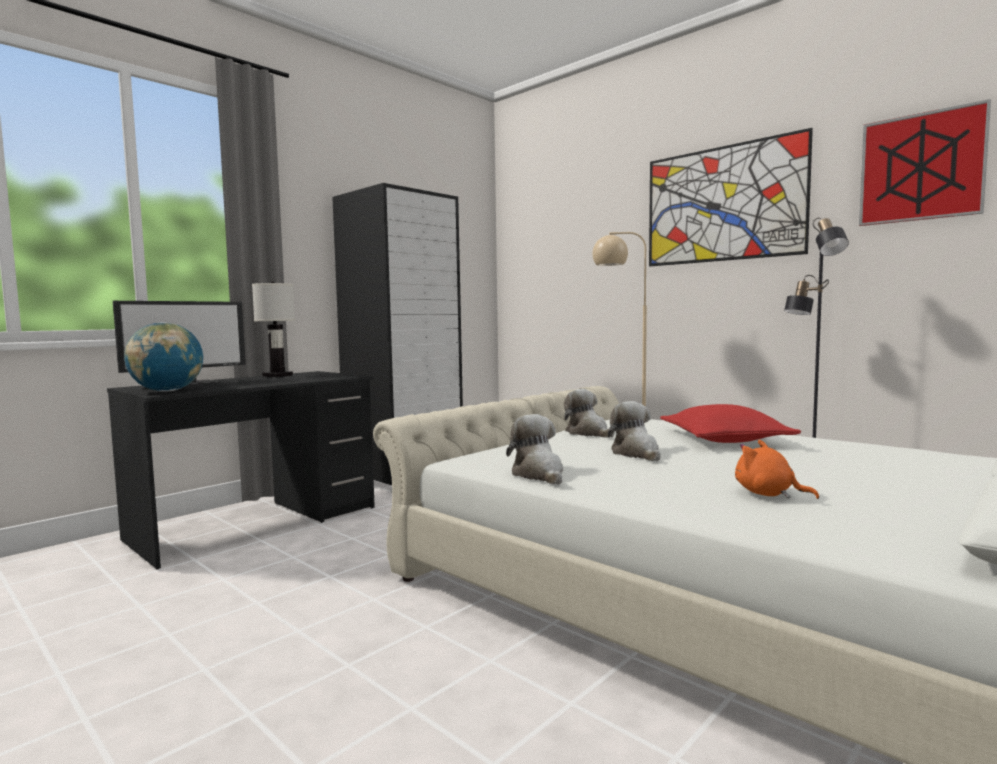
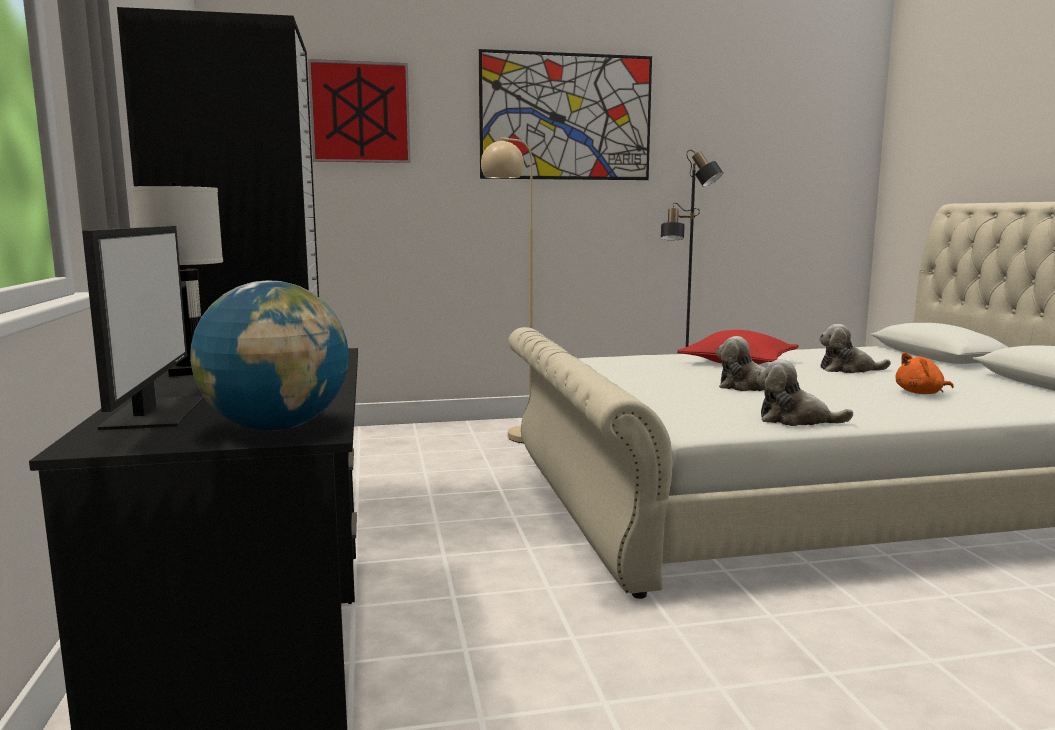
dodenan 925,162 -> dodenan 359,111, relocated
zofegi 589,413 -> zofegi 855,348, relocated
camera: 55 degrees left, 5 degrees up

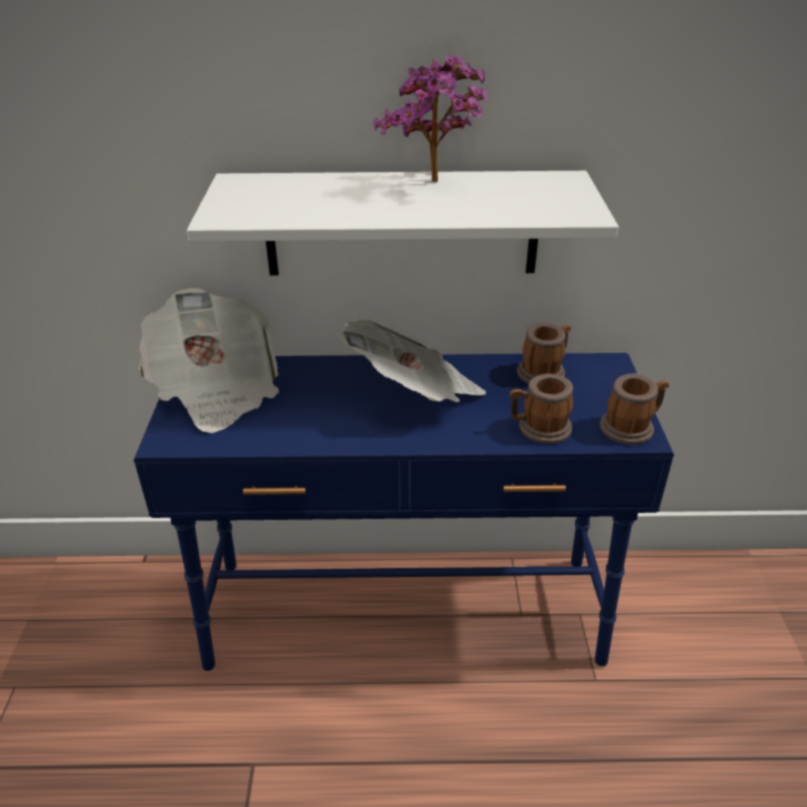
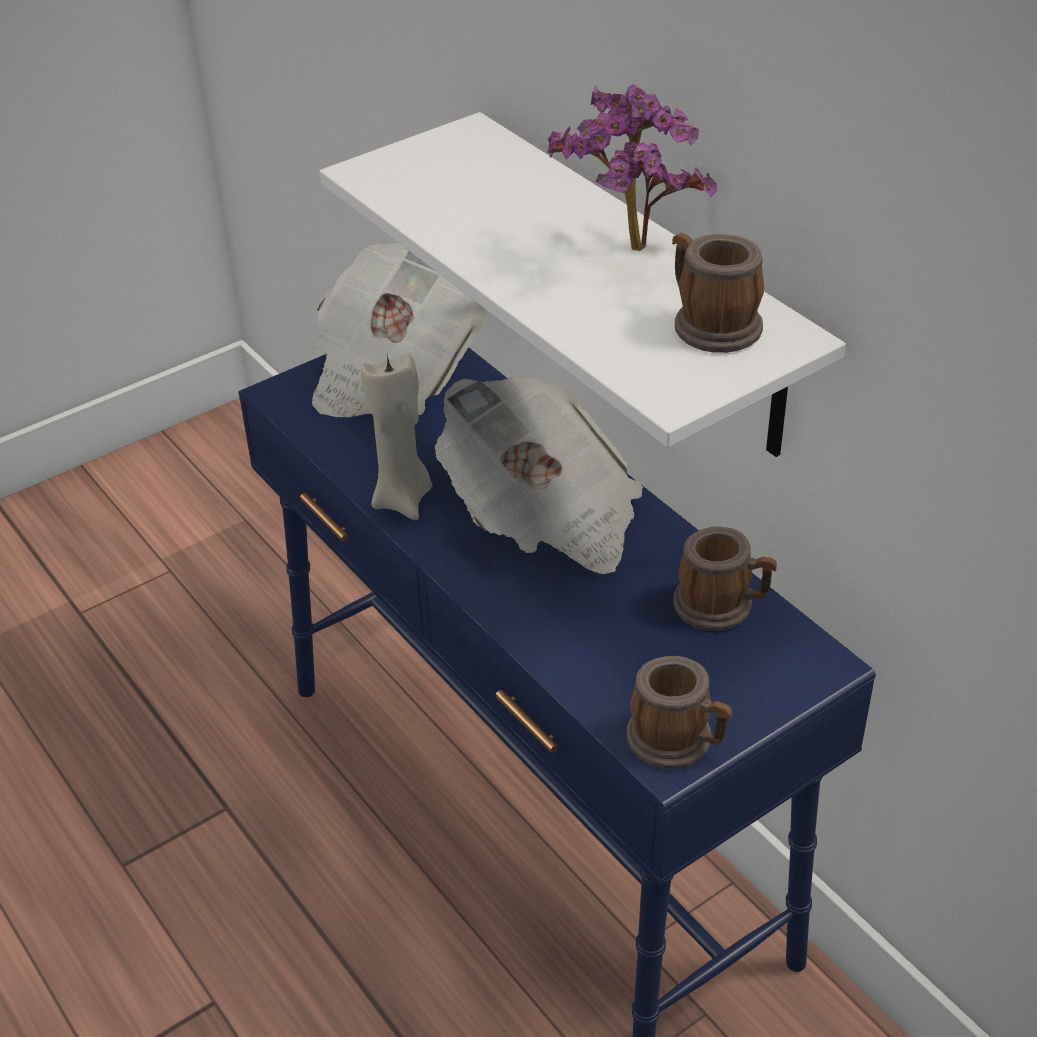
none -> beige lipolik 396,436
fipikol 541,409 -> fipikol 718,293, relocated
camera: 55 degrees right, 5 degrees up

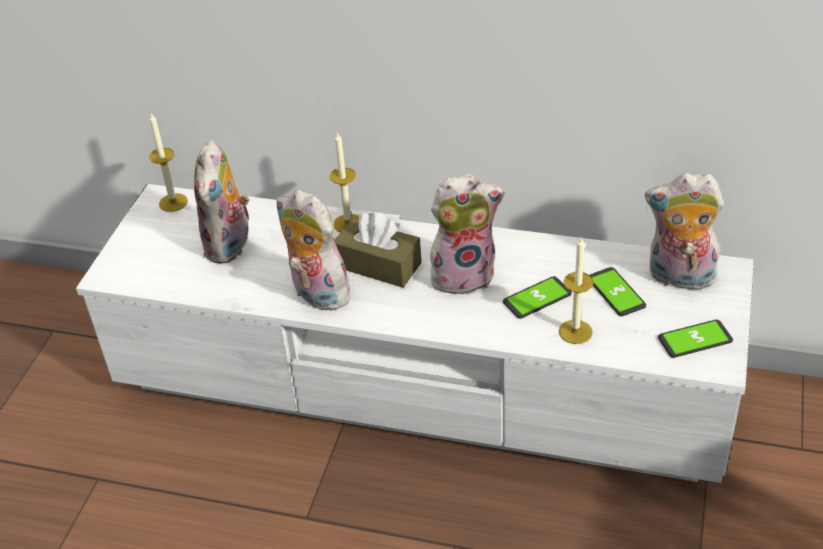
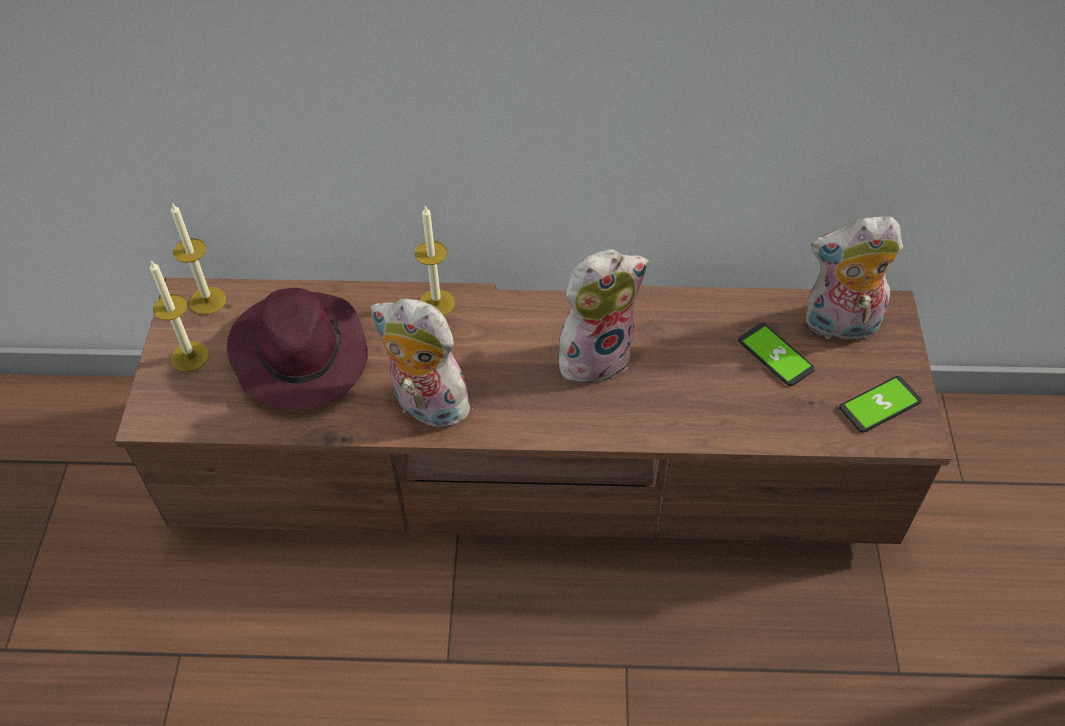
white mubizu 415,333 -> brown mubizu 533,411
lipolik 576,290 -> lipolik 179,316, relocated
zofegi 222,202 -> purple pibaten 297,348
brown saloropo 378,250 -> none
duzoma 537,297 -> none
camera: 15 degrees left, 10 degrees up

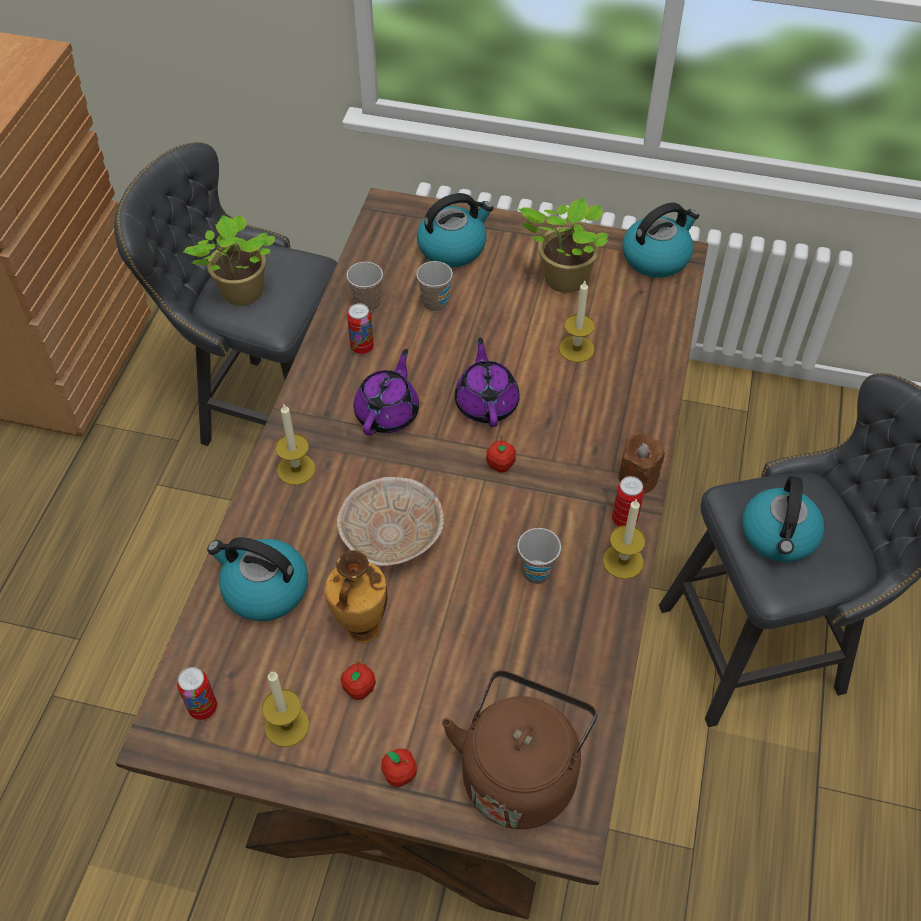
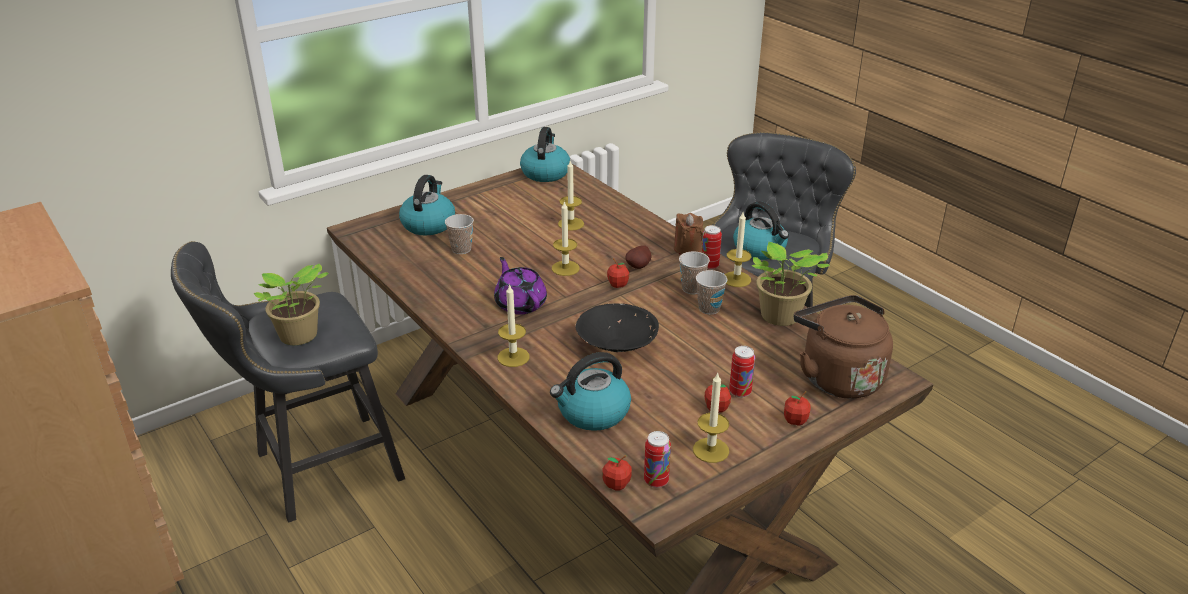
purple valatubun 487,382 -> lipolik 566,238
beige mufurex 390,521 -> black mufurex 617,327
none -> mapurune 617,473
none -> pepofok 638,257
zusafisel 365,287 -> zusafisel 694,272, relocated
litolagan 360,329 -> litolagan 742,372, relocated
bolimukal 564,245 -> bolimukal 791,284, relocated
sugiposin 356,596 -> none
camera: 50 degrees left, 20 degrees down

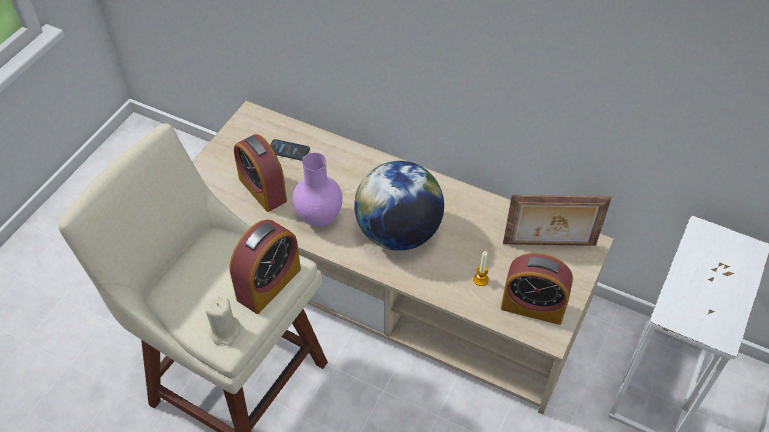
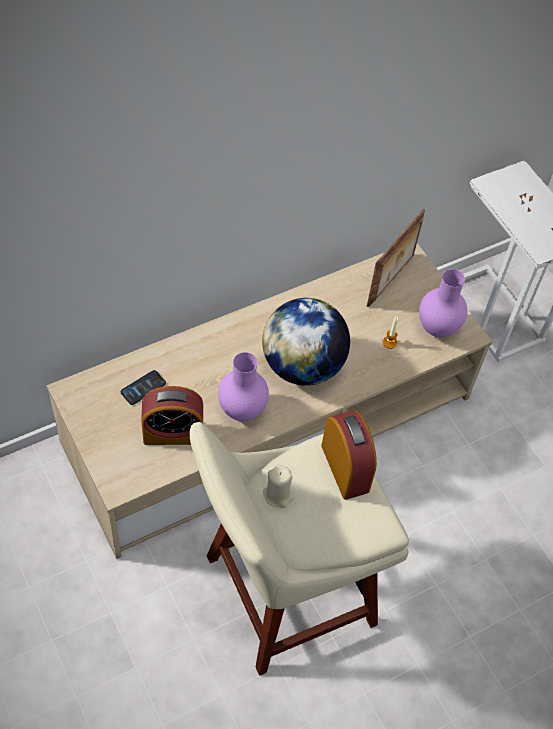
beige lipolik 222,321 -> beige lipolik 278,486, relocated
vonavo 537,289 -> purple sugiposin 443,303
camera: 60 degrees left, 5 degrees up

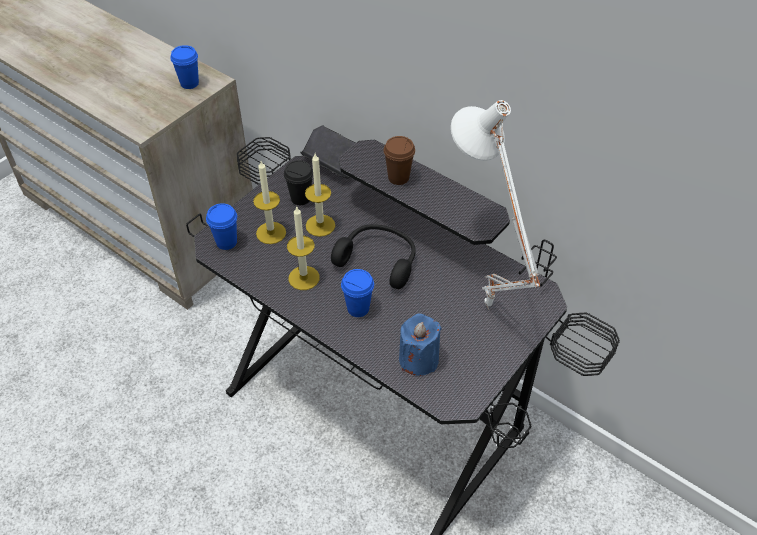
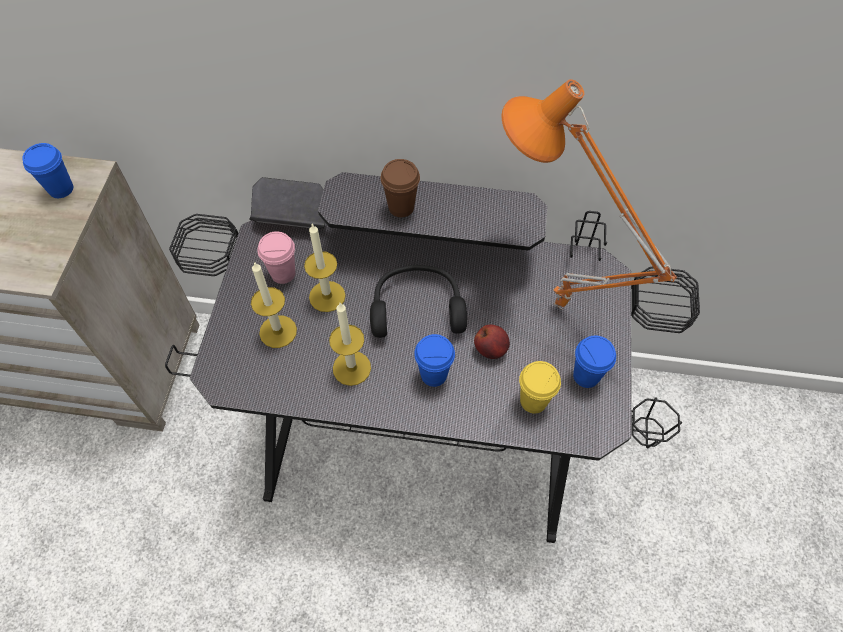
black zusafisel 298,182 -> pink zusafisel 276,257
none -> mapurune 492,341
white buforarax 495,205 -> orange buforarax 589,194
blue lipolik 420,345 -> yellow zusafisel 540,387
blue zusafisel 221,226 -> blue zusafisel 594,362, relocated
camera: 30 degrees left, 10 degrees up

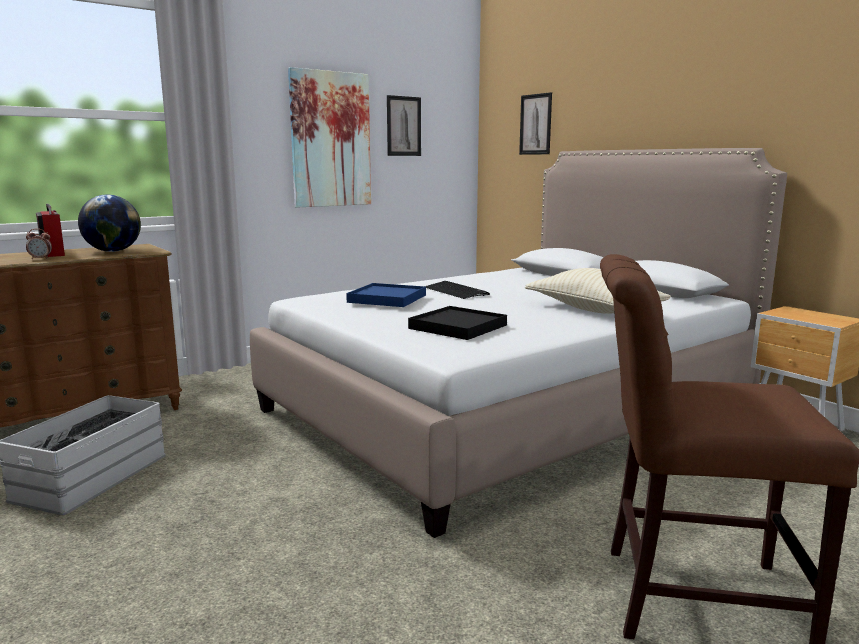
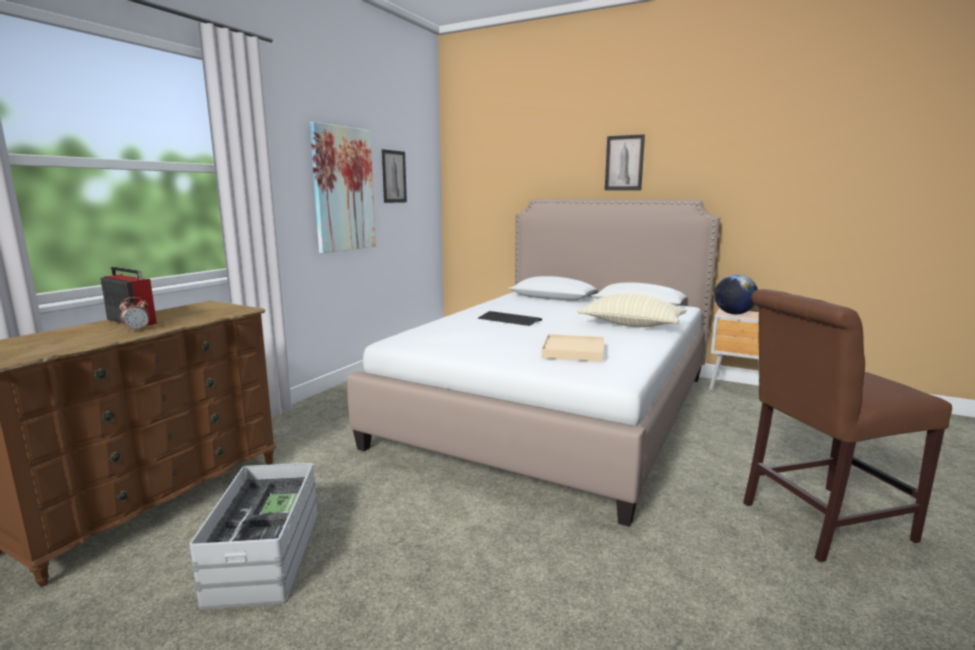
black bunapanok 457,323 -> beige bunapanok 572,348
dodenan 535,123 -> dodenan 625,162, relocated
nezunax 109,223 -> nezunax 736,294, relocated
blue bunapanok 386,295 -> none
camera: 25 degrees left, 0 degrees up

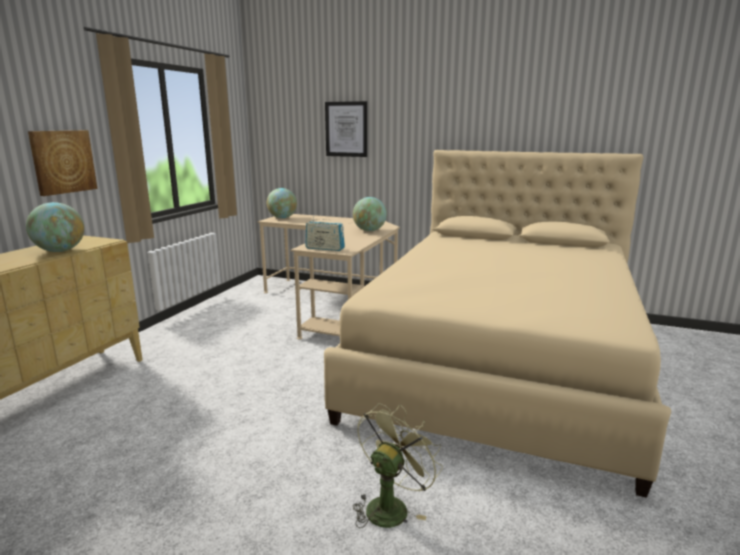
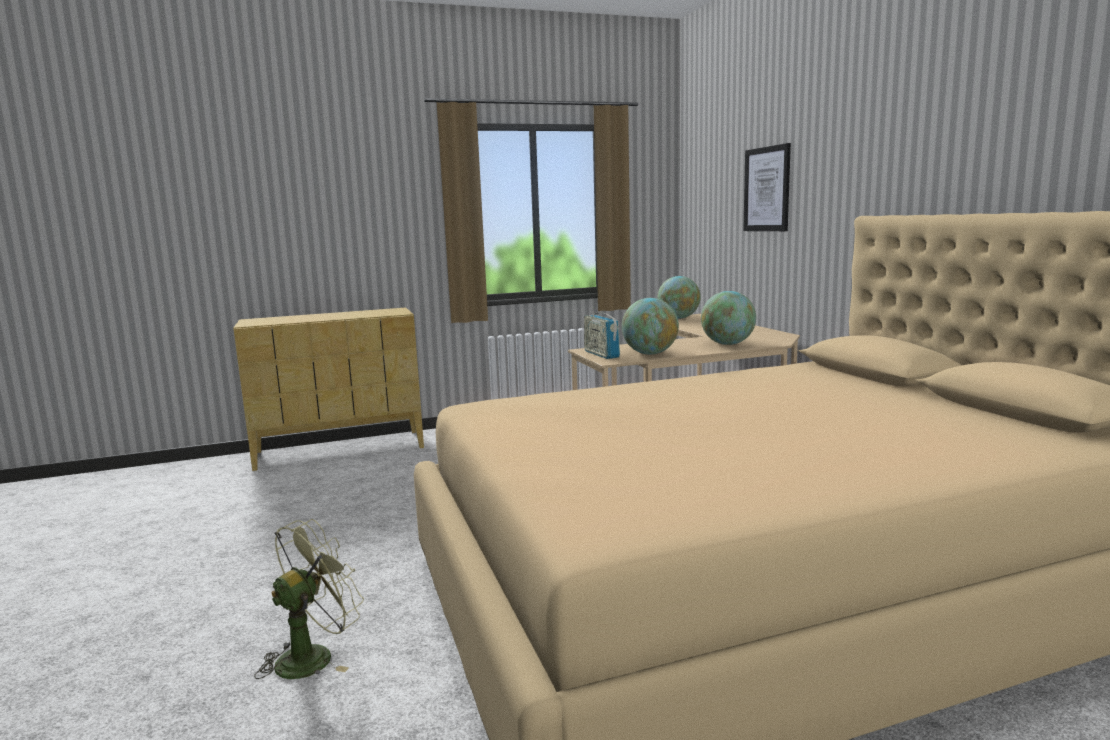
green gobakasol 398,465 -> green gobakasol 309,599, 45 degrees counterclockwise
nezunax 55,227 -> nezunax 650,326, relocated
dodenan 62,163 -> none
camera: 50 degrees right, 5 degrees down

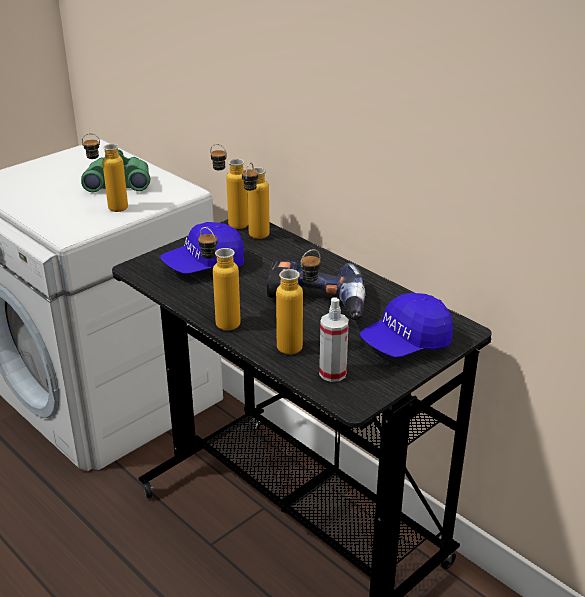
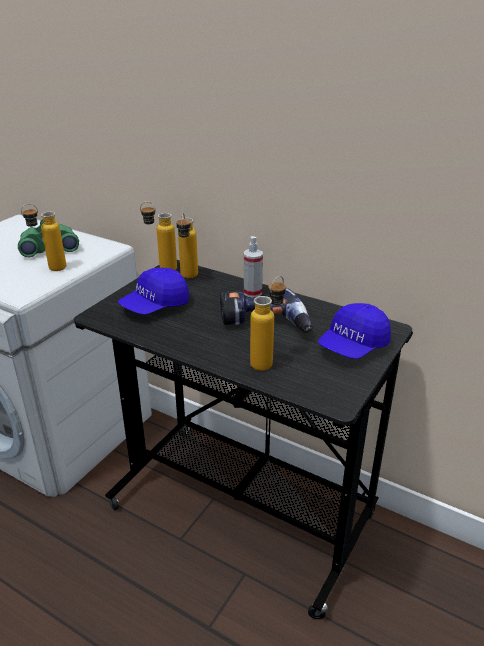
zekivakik 334,340 -> zekivakik 253,267, relocated
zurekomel 219,278 -> none
camera: 15 degrees left, 0 degrees up

